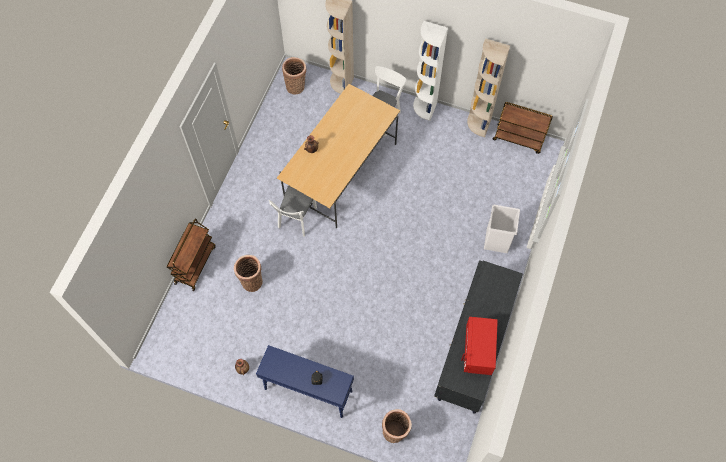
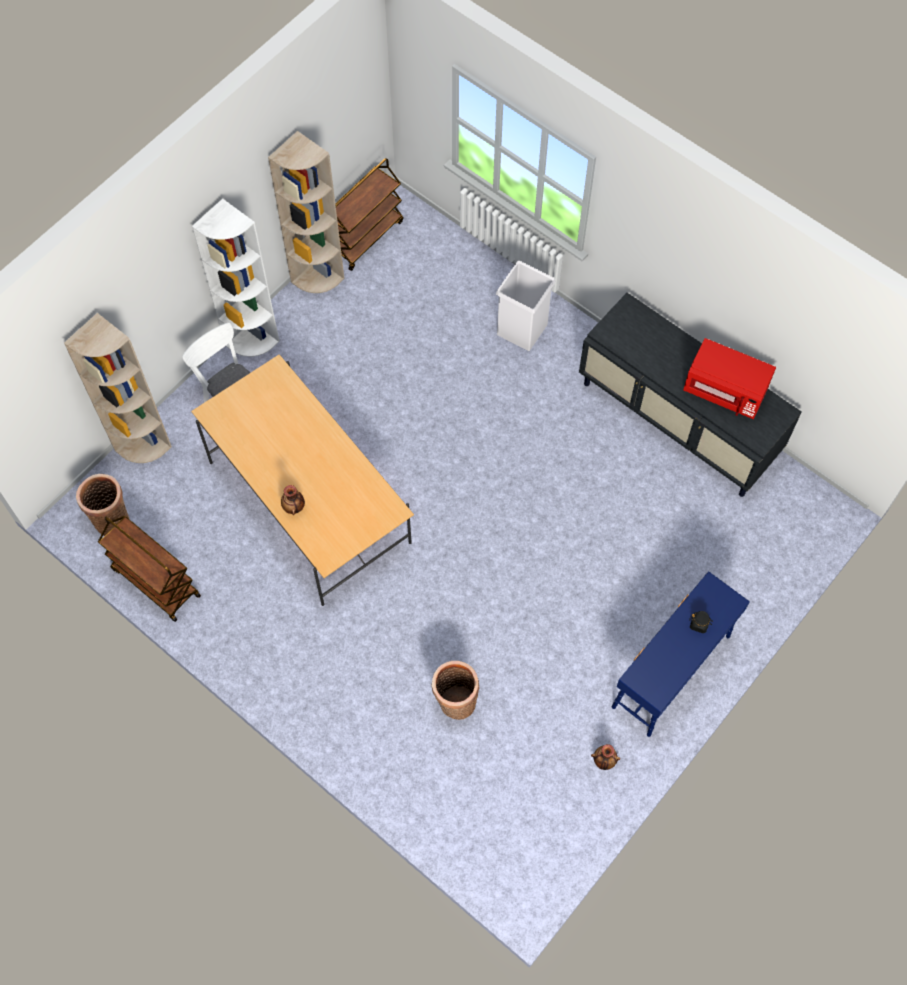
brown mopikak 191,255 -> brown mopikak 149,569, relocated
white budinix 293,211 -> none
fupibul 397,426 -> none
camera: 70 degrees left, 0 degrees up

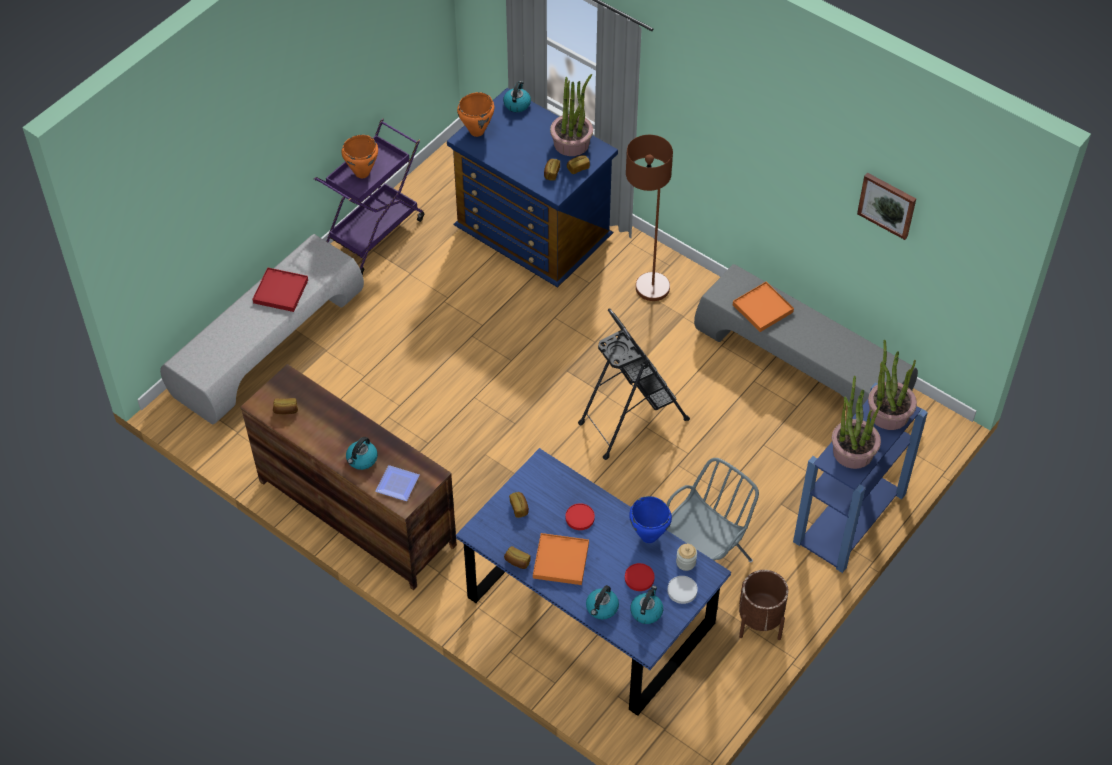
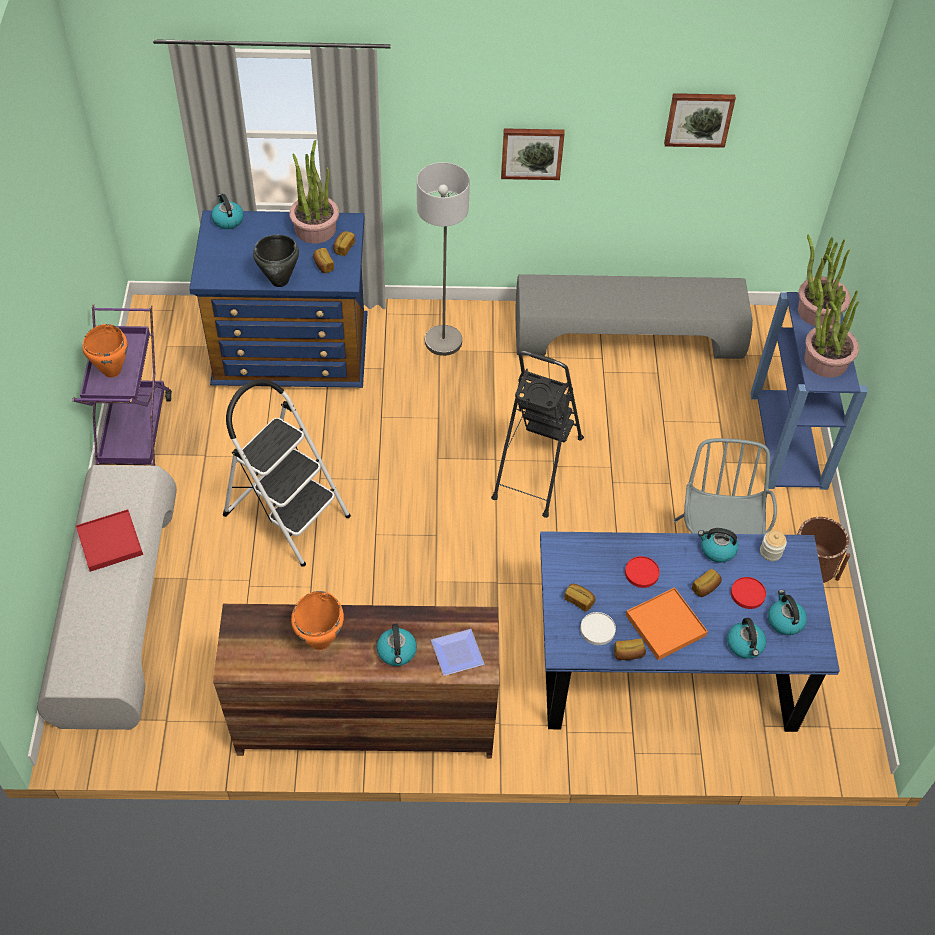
none -> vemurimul 287,473
none -> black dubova 276,261
orange dubova 475,114 -> orange dubova 317,620, relocated
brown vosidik 649,218 -> grey vosidik 443,259
none -> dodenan 533,154
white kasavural 682,590 -> white kasavural 598,628, relocated
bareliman 285,406 -> bareliman 707,583, relocated
blue dubova 650,519 -> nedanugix 718,545
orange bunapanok 763,307 -> none
camera: 40 degrees left, 0 degrees up

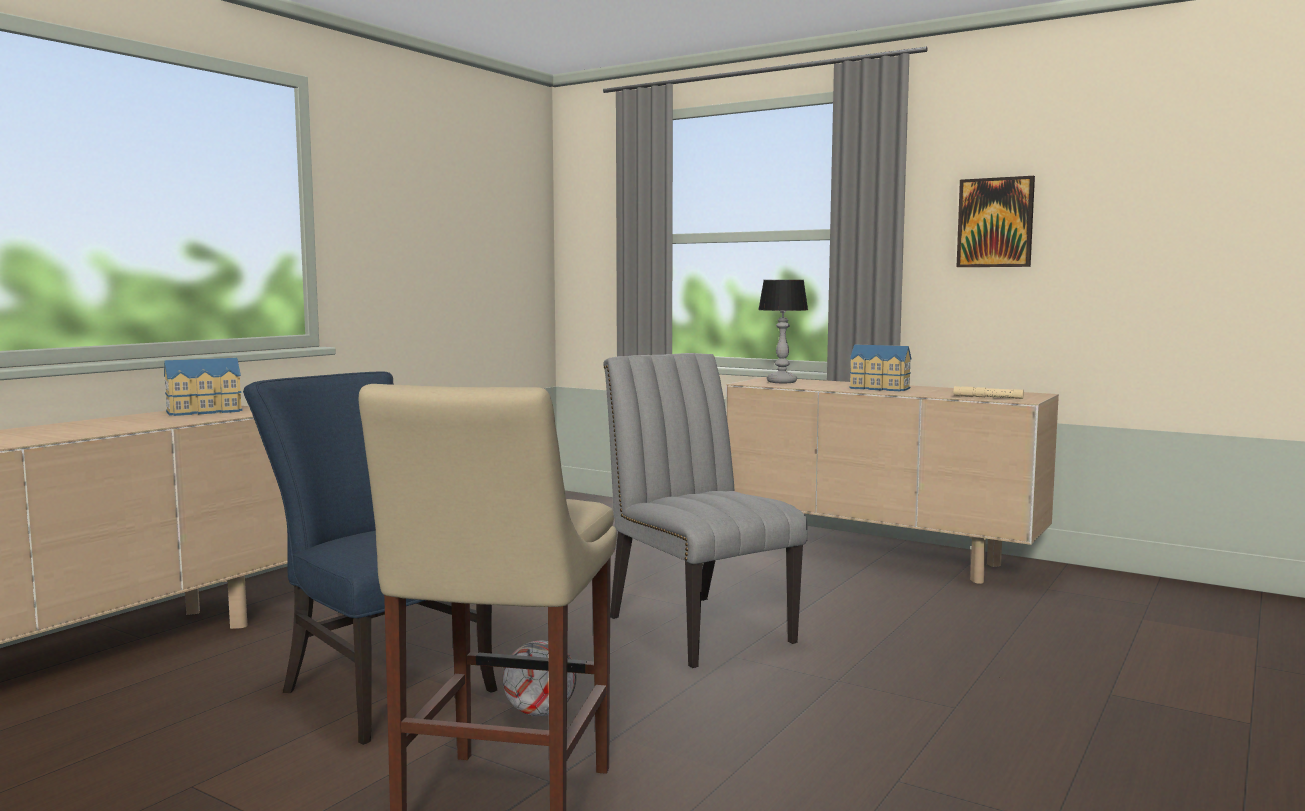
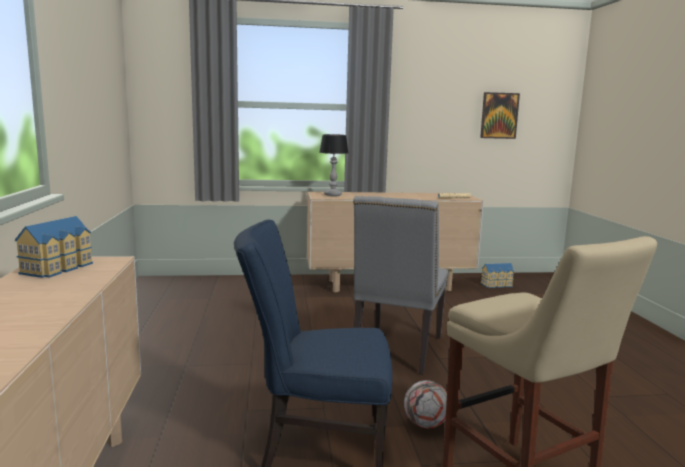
grey budinix 705,510 -> grey budinix 401,285, 90 degrees counterclockwise
dodenan 996,221 -> dodenan 500,115, relocated
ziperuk 880,367 -> ziperuk 497,275, relocated
camera: 40 degrees left, 5 degrees up

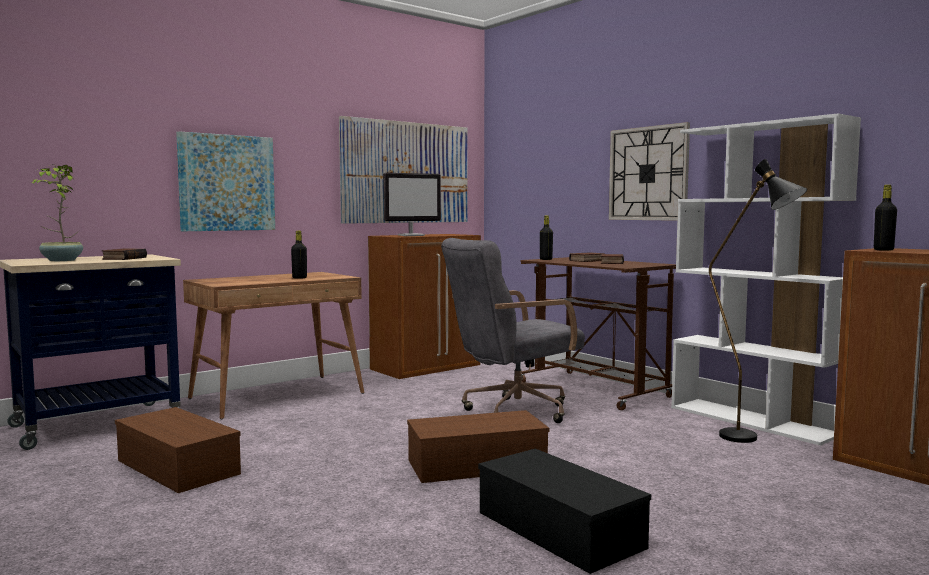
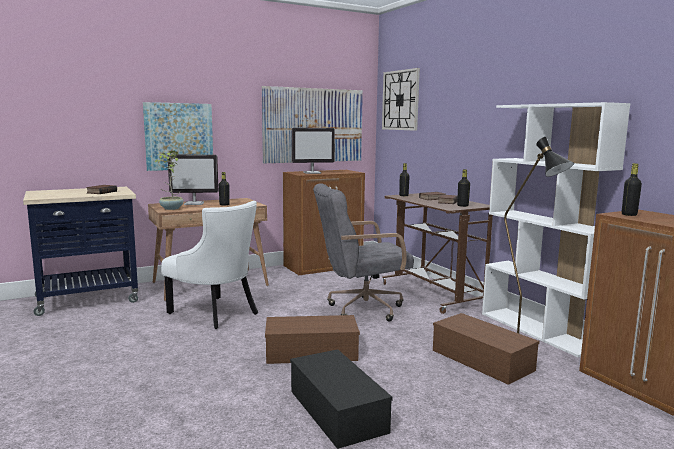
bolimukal 57,212 -> bolimukal 169,180, relocated
none -> white budinix 209,265
none -> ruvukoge 193,180
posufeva 649,171 -> posufeva 401,99, relocated
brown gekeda 178,450 -> brown gekeda 486,349, relocated
none -> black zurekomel 463,188
camera: 10 degrees right, 5 degrees up

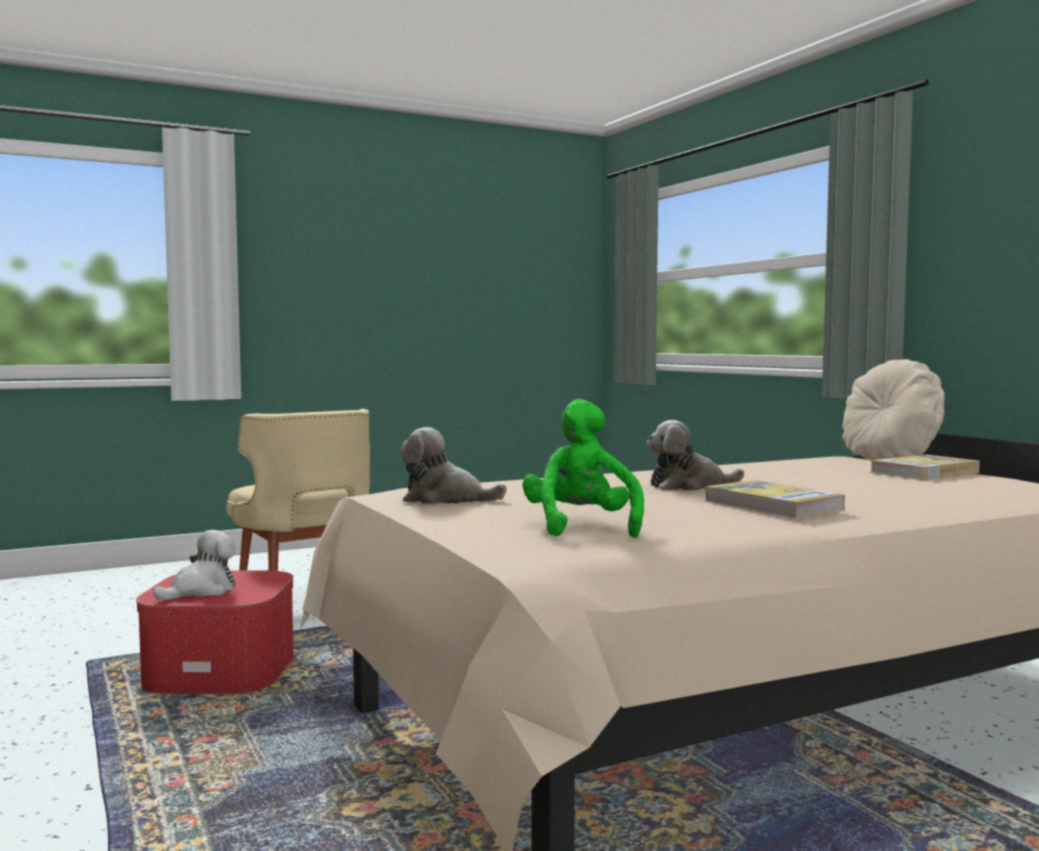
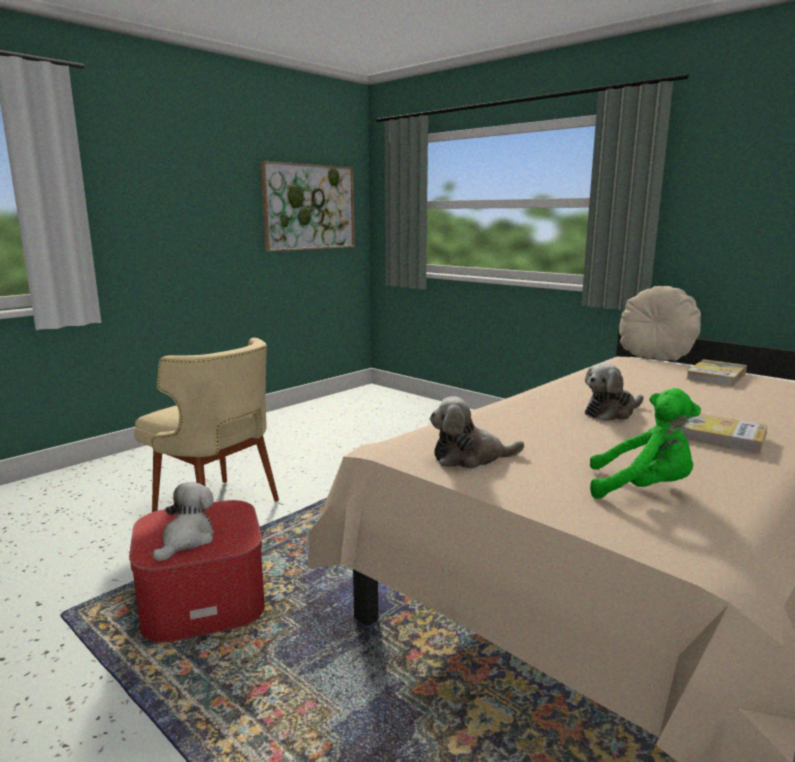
none -> dodenan 307,206
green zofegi 583,468 -> green zofegi 645,443, 135 degrees clockwise
camera: 20 degrees left, 10 degrees up

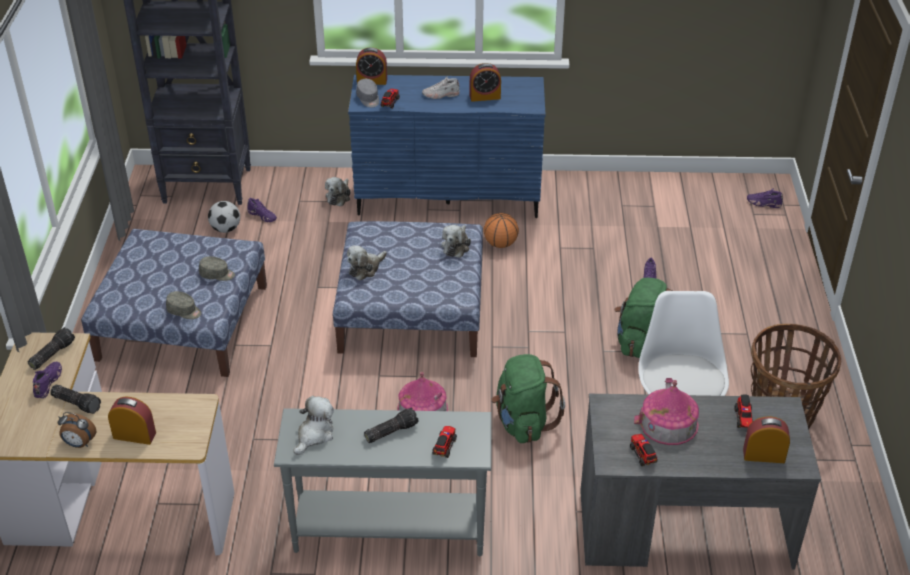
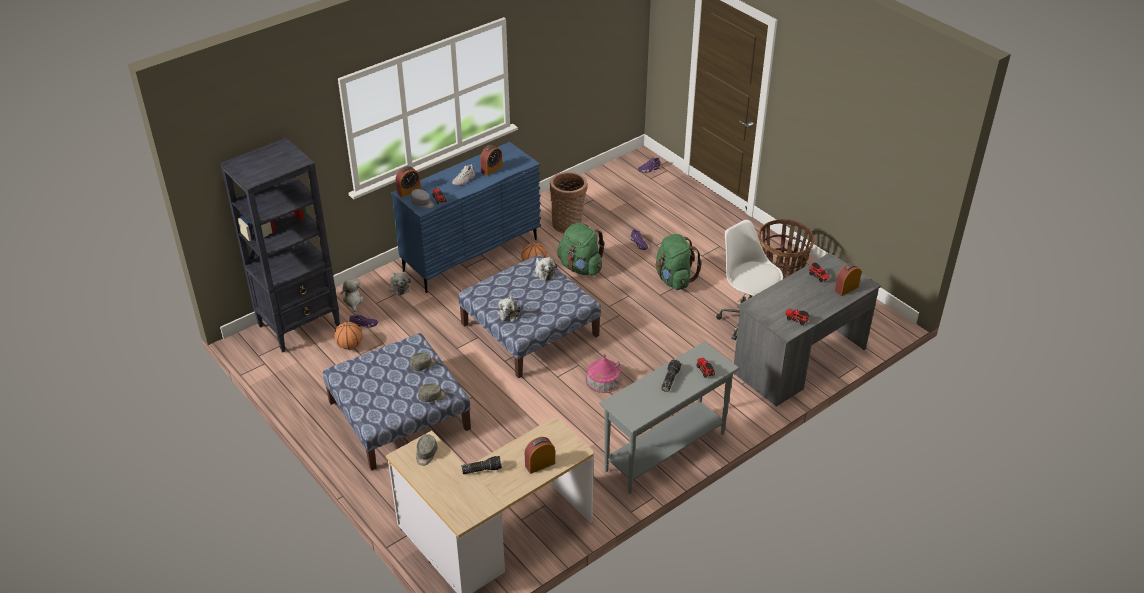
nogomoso 224,217 -> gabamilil 348,336
zofegi 313,425 -> zofegi 352,295, relocated
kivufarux 51,348 -> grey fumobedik 426,450
none -> fupibul 568,202
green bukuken 528,398 -> green bukuken 581,249, relocated
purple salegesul 47,380 -> none
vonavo 77,430 -> none
ziperuk 666,411 -> none
camera: 40 degrees left, 0 degrees up

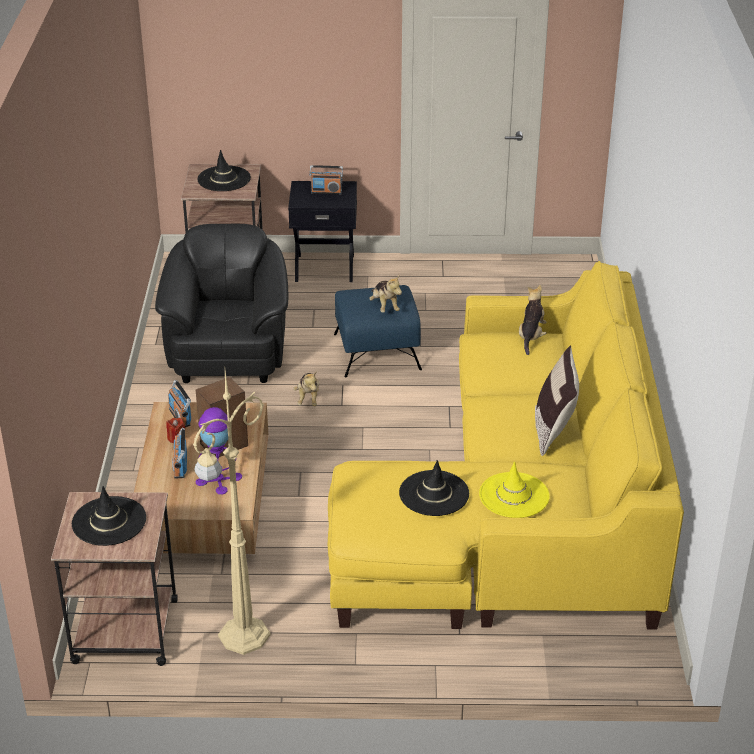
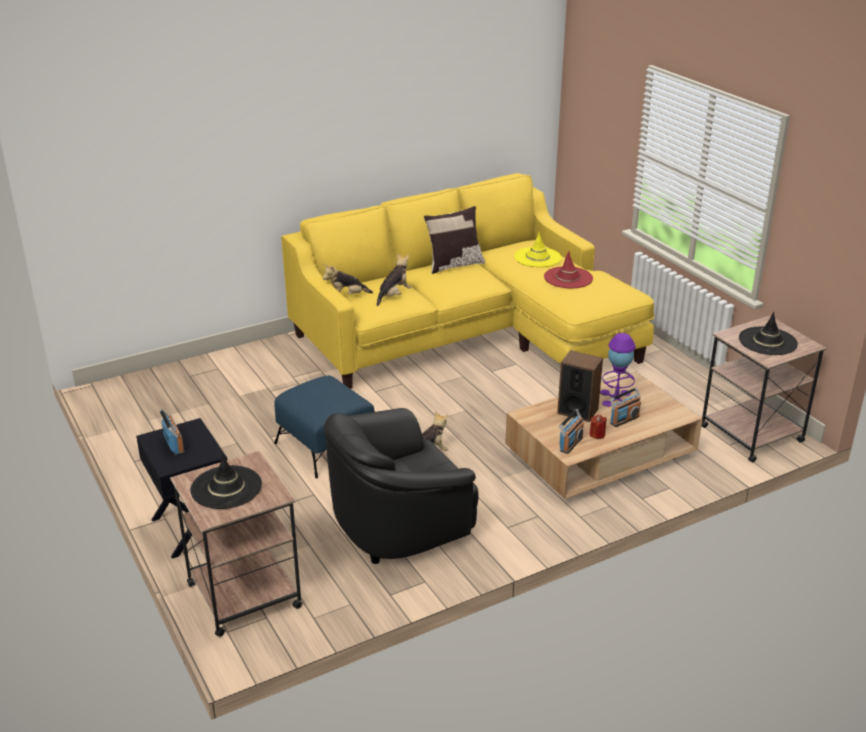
zofegi 385,294 -> zofegi 394,280, relocated
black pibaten 434,488 -> red pibaten 568,270
beige vosidik 232,512 -> none
camera: 120 degrees left, 5 degrees down

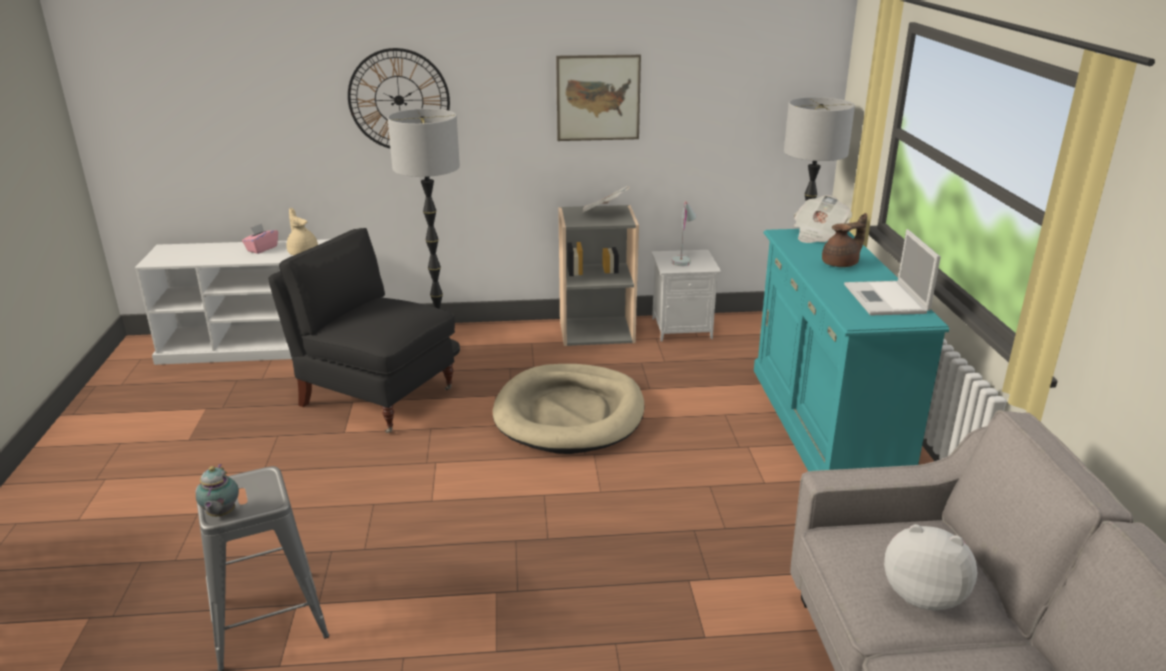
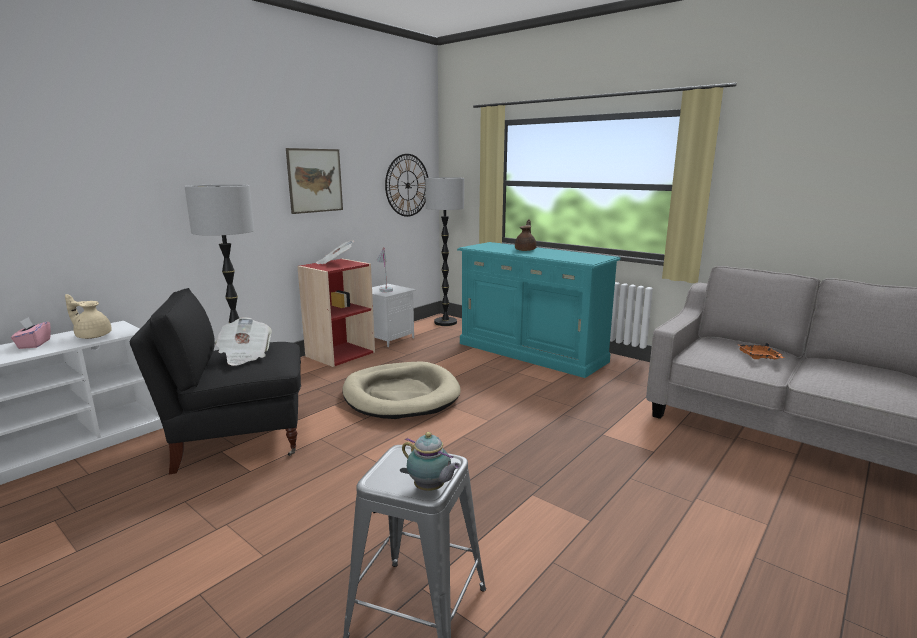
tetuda 823,219 -> tetuda 243,341, relocated
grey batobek 598,275 -> red batobek 336,313
posufeva 399,98 -> posufeva 406,185, relocated
zofegi 930,567 -> orange bunapanok 761,350
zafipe 892,272 -> none
camera: 45 degrees left, 10 degrees down

